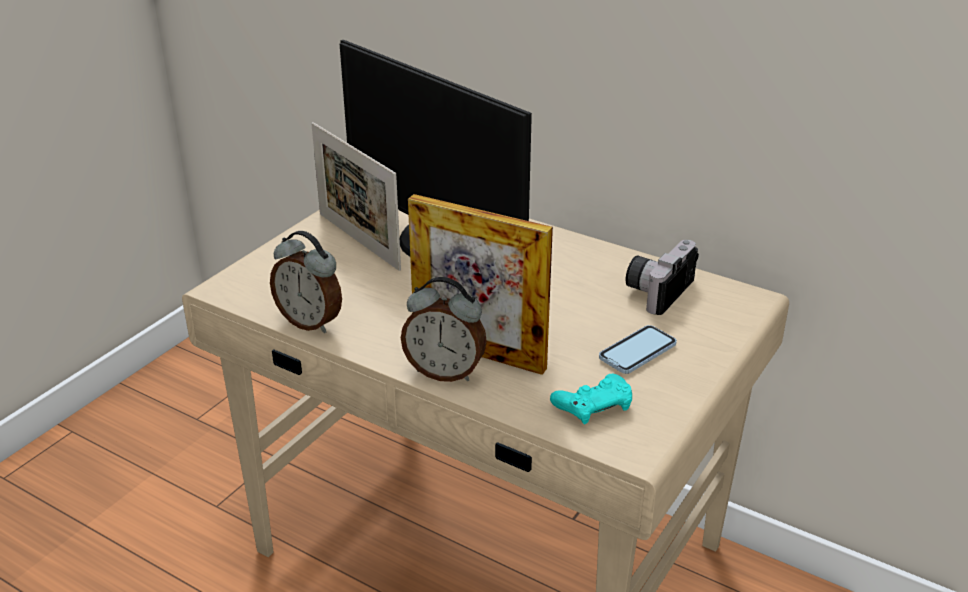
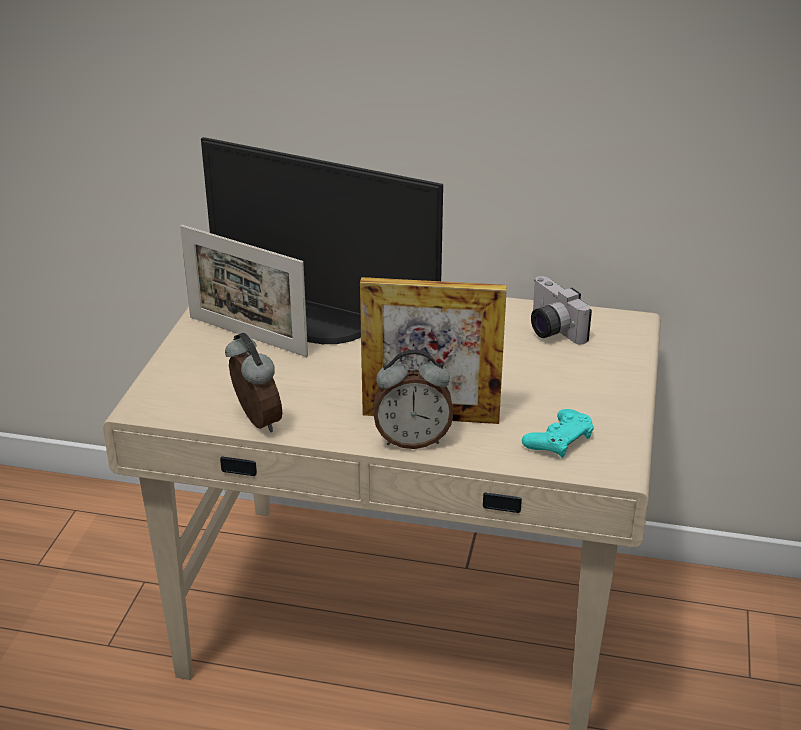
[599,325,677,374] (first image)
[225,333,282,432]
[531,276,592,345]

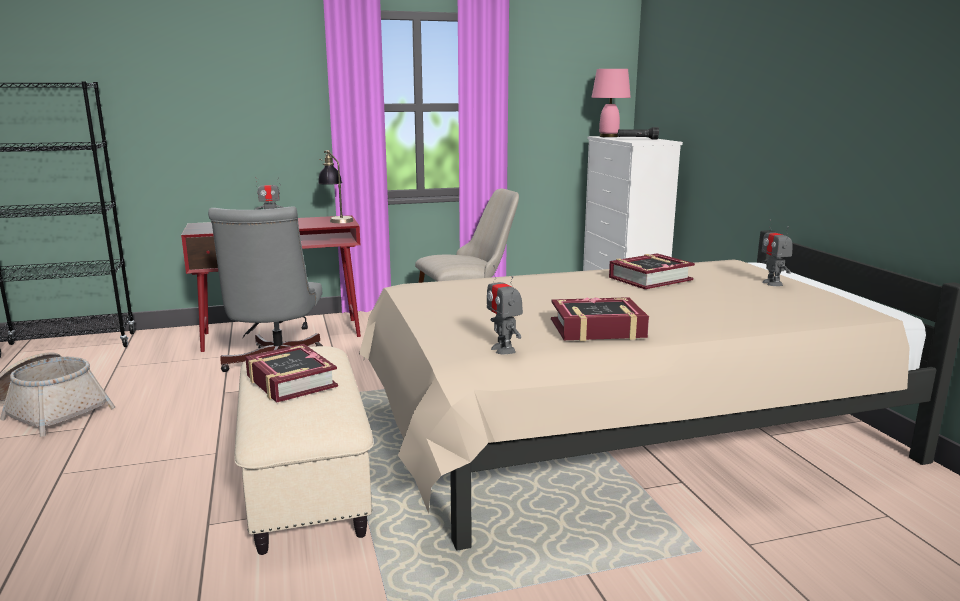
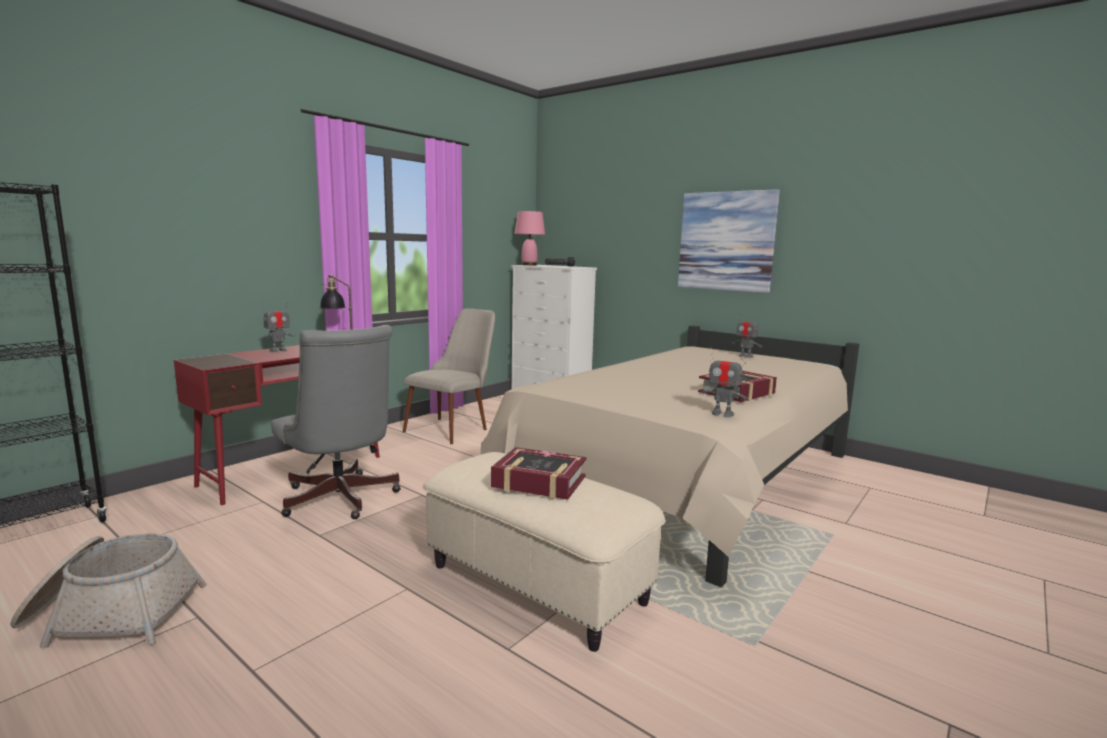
[609,253,695,289] (first image)
[678,189,780,293]

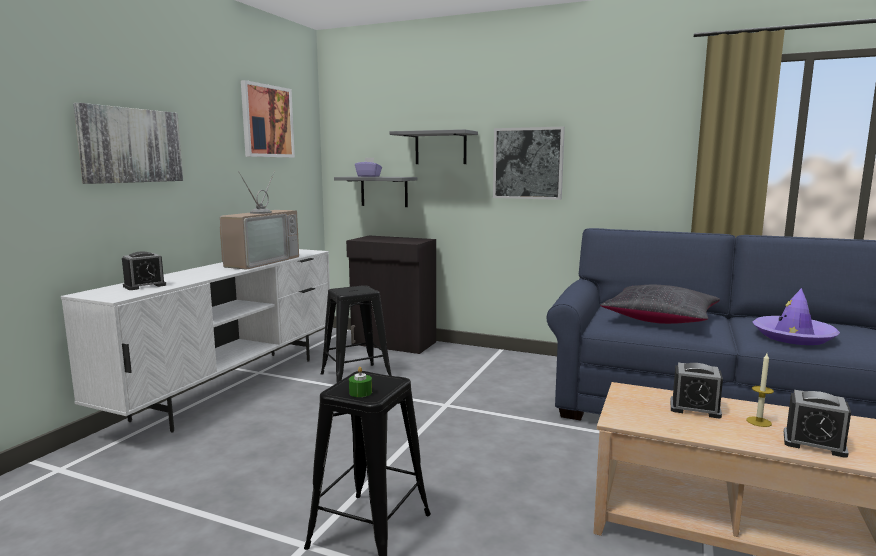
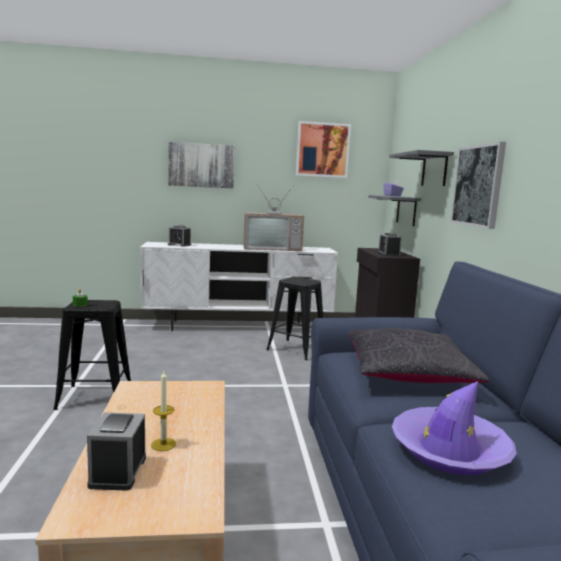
[378,233,402,257]

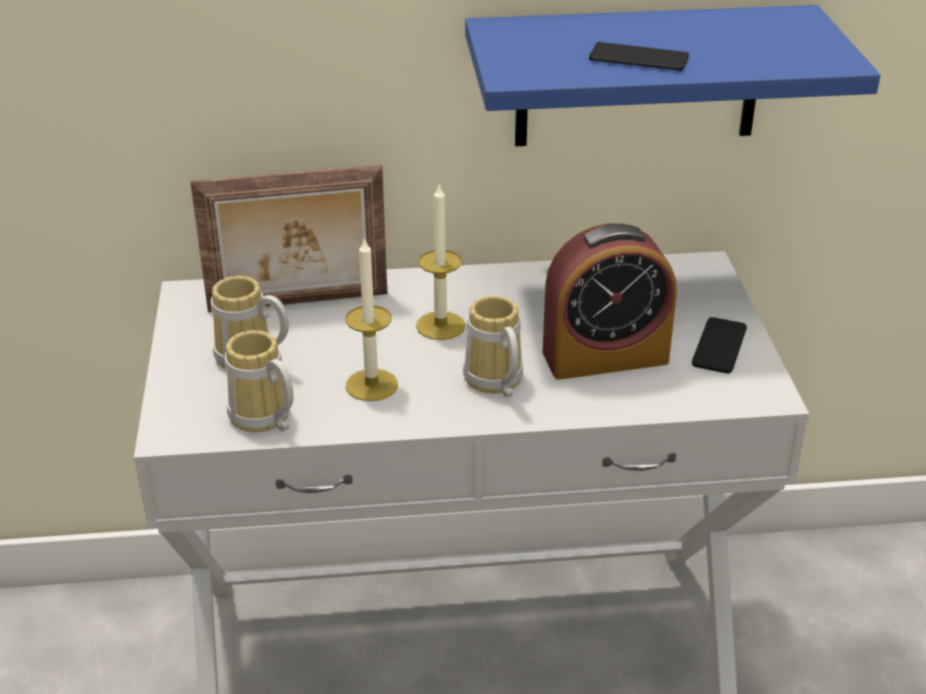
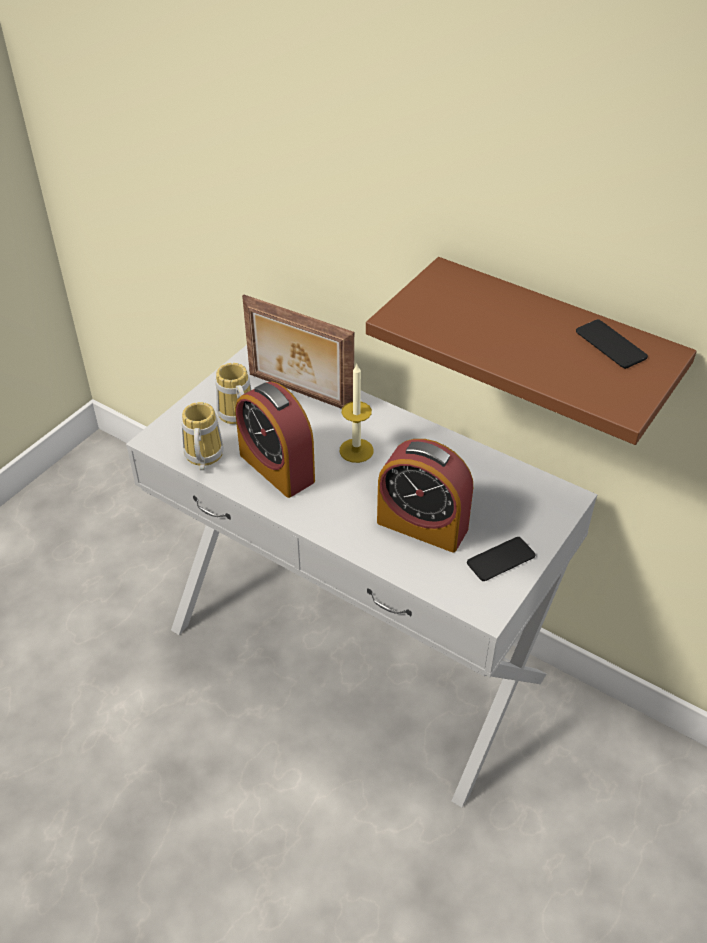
[463,295,523,397] (first image)
[576,319,648,369]
[235,382,315,498]
[366,257,697,445]

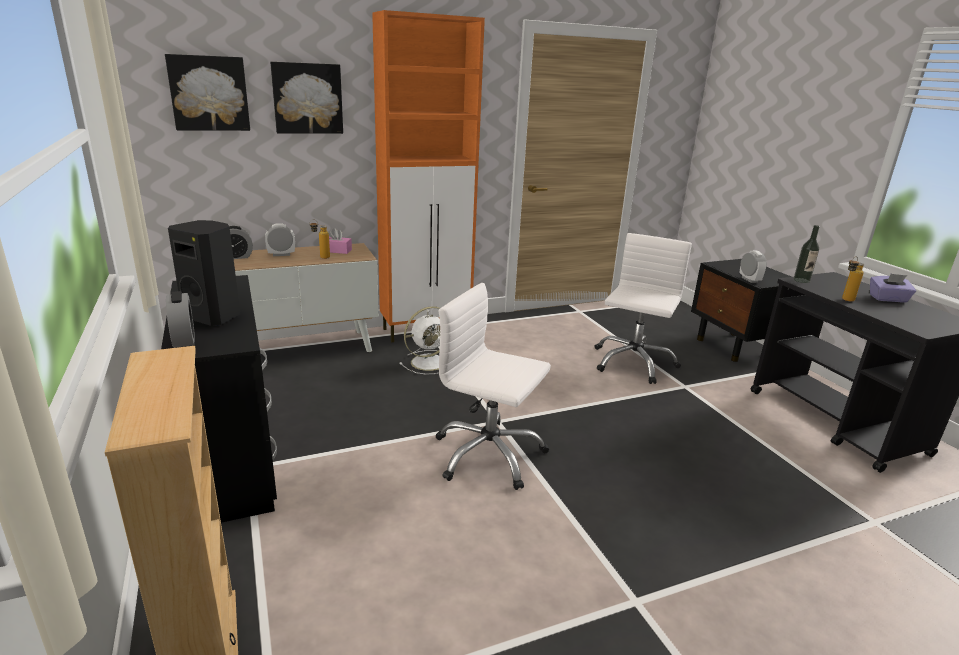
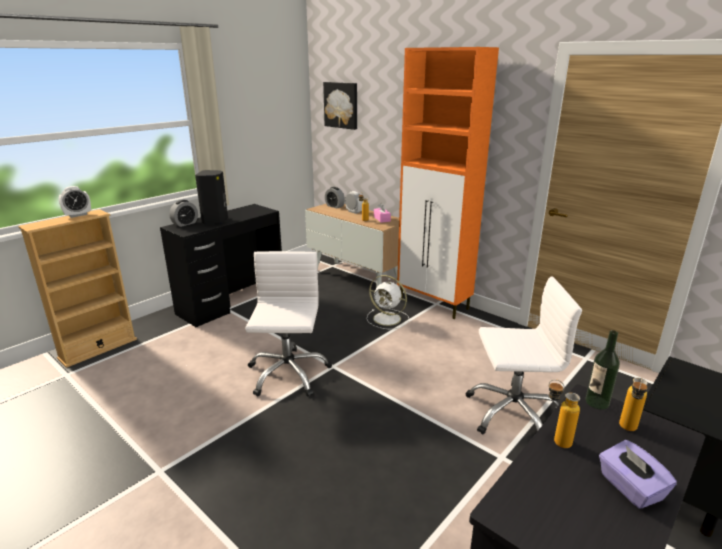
[270,62,343,134] (first image)
[619,378,648,431]
[59,186,91,218]

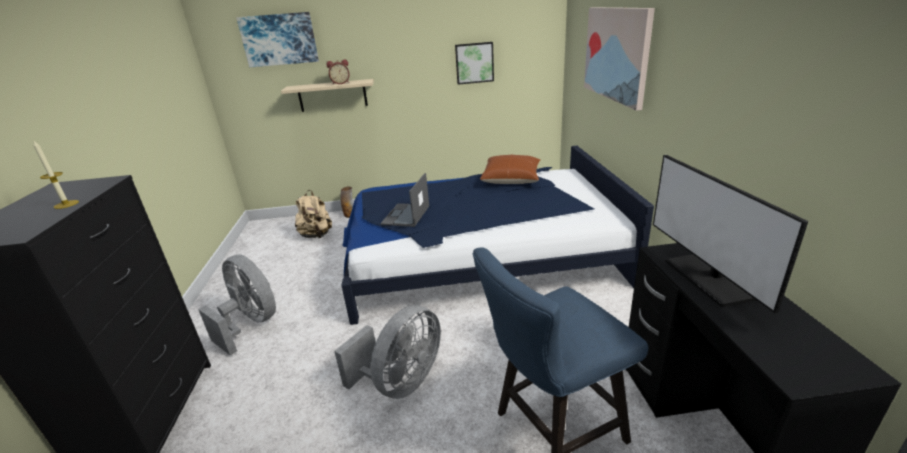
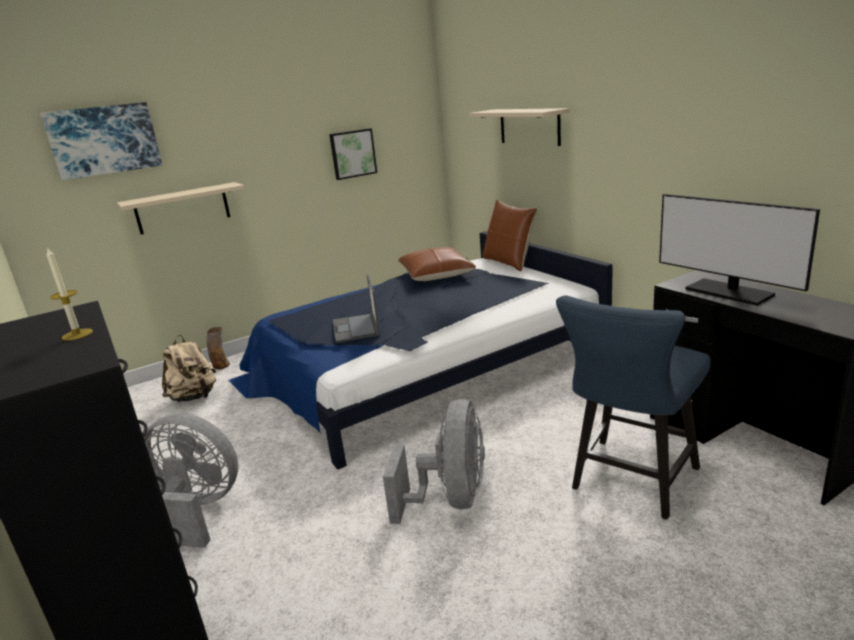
[326,59,350,85] (first image)
[483,200,537,271]
[469,108,570,146]

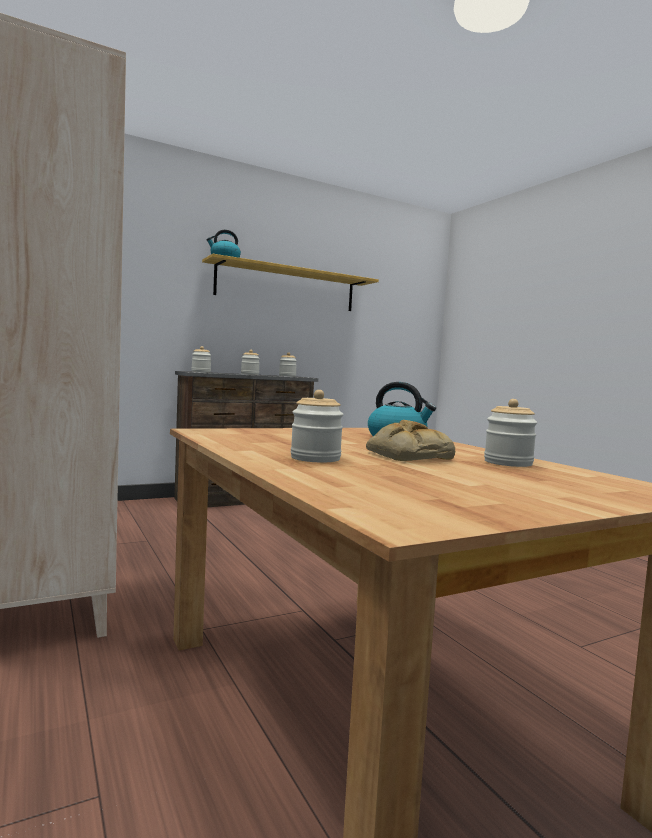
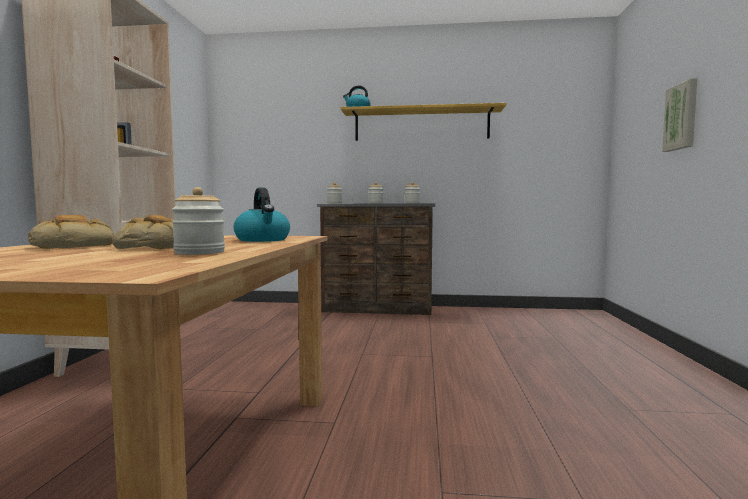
[662,78,697,152]
[28,215,114,249]

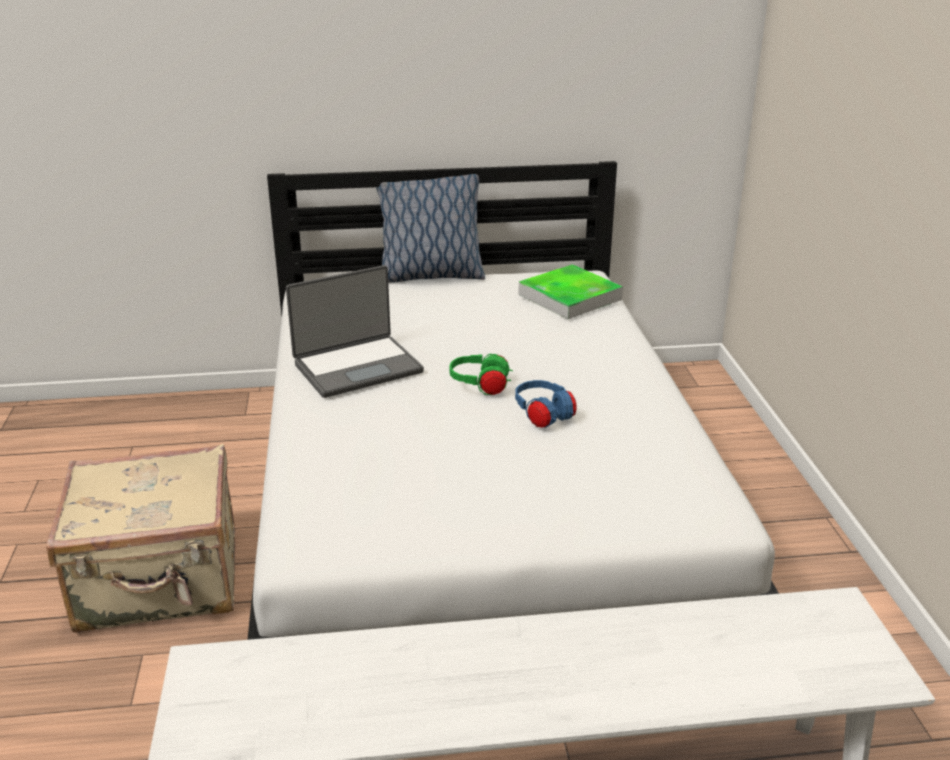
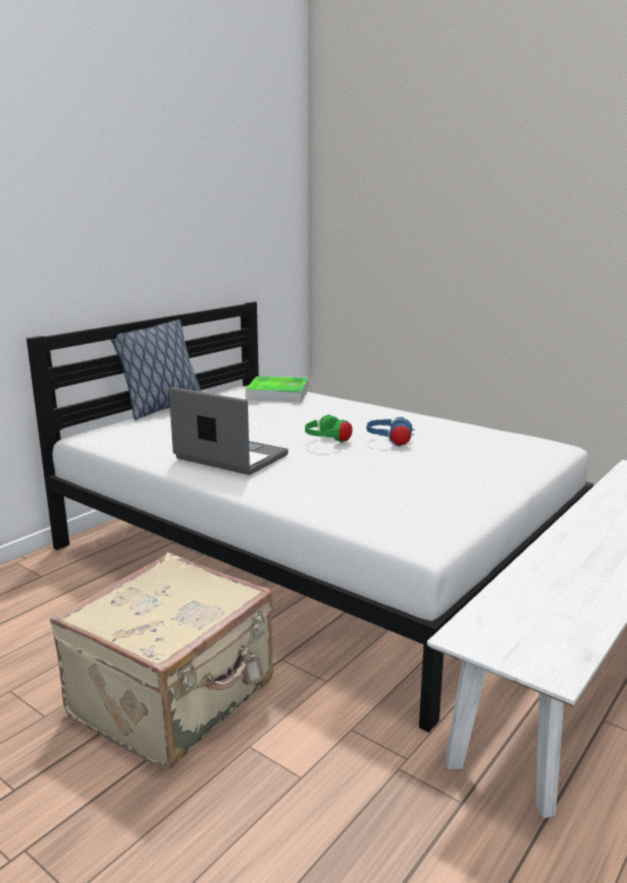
[169,387,288,475]

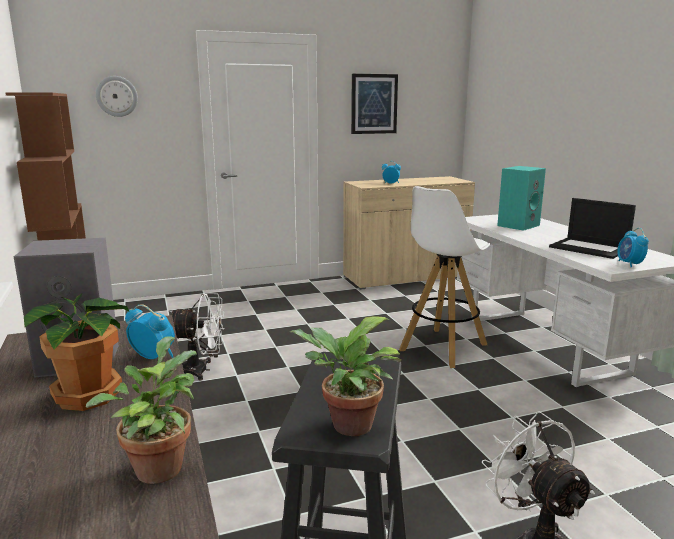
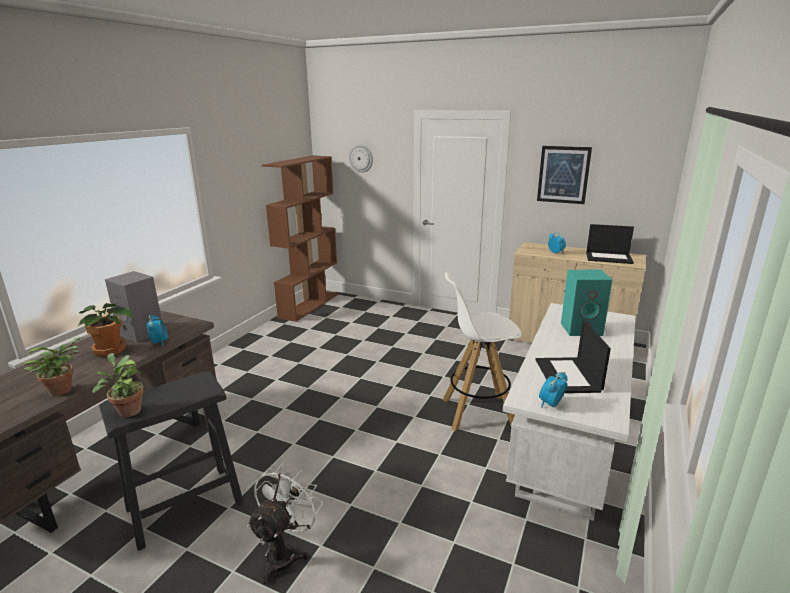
[170,293,224,381] (first image)
[586,224,634,264]

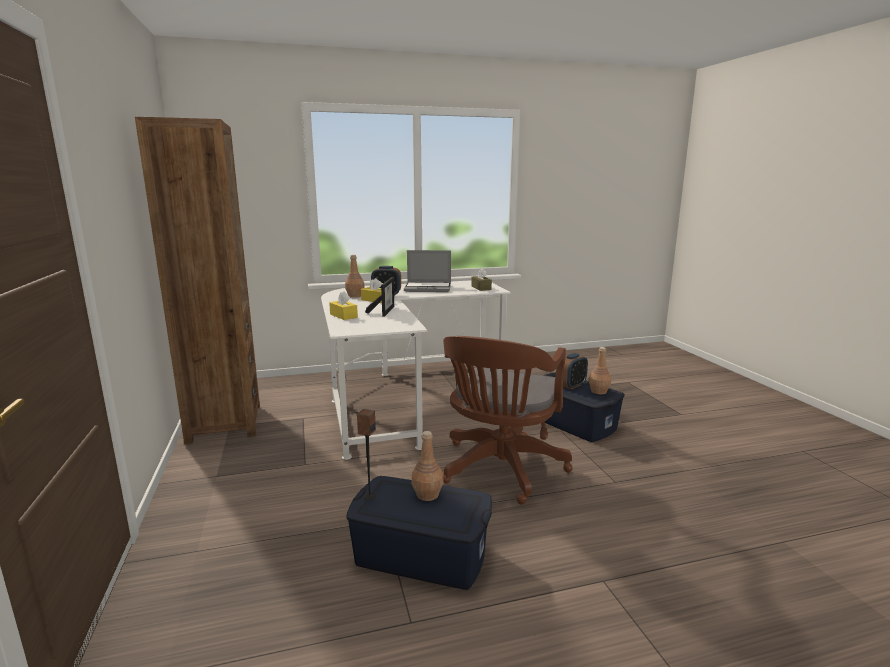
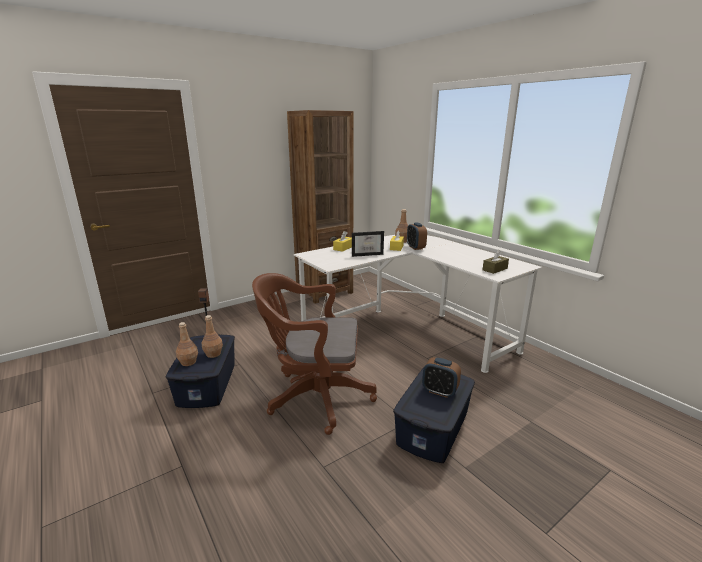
[404,250,451,292] (first image)
[176,322,198,366]

